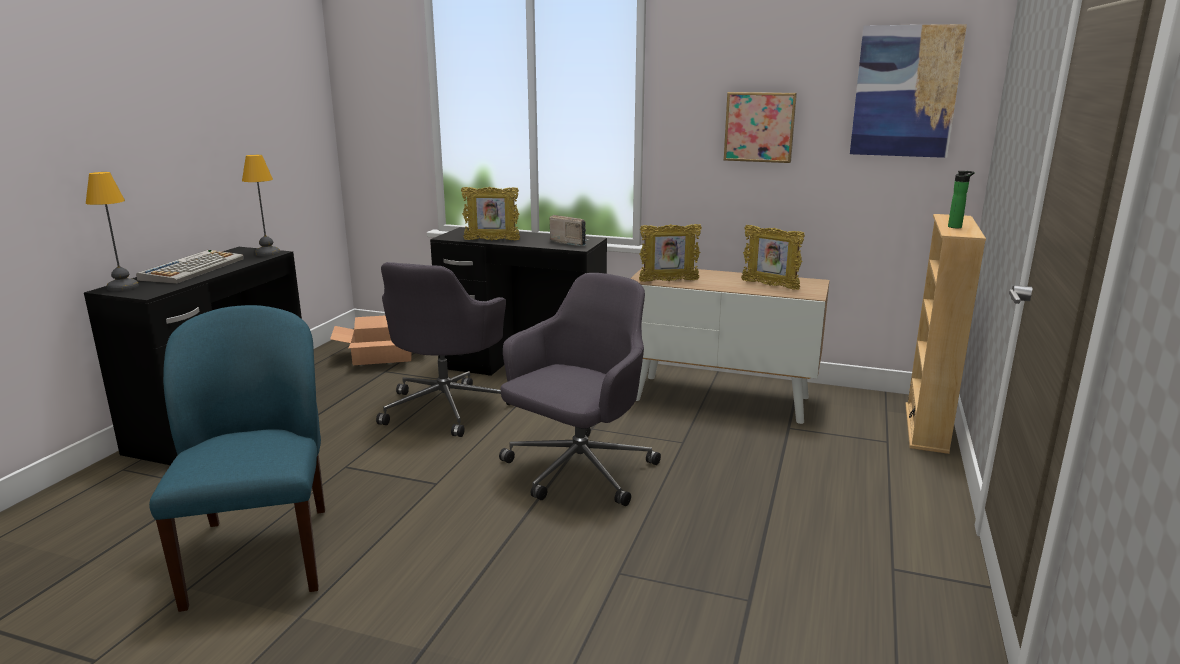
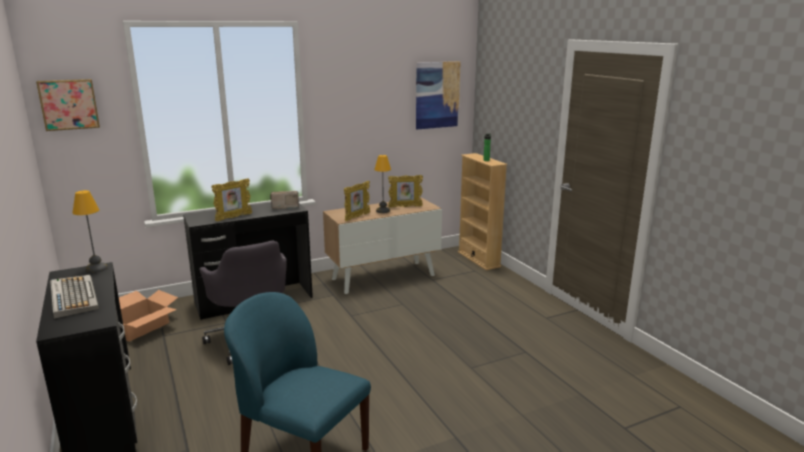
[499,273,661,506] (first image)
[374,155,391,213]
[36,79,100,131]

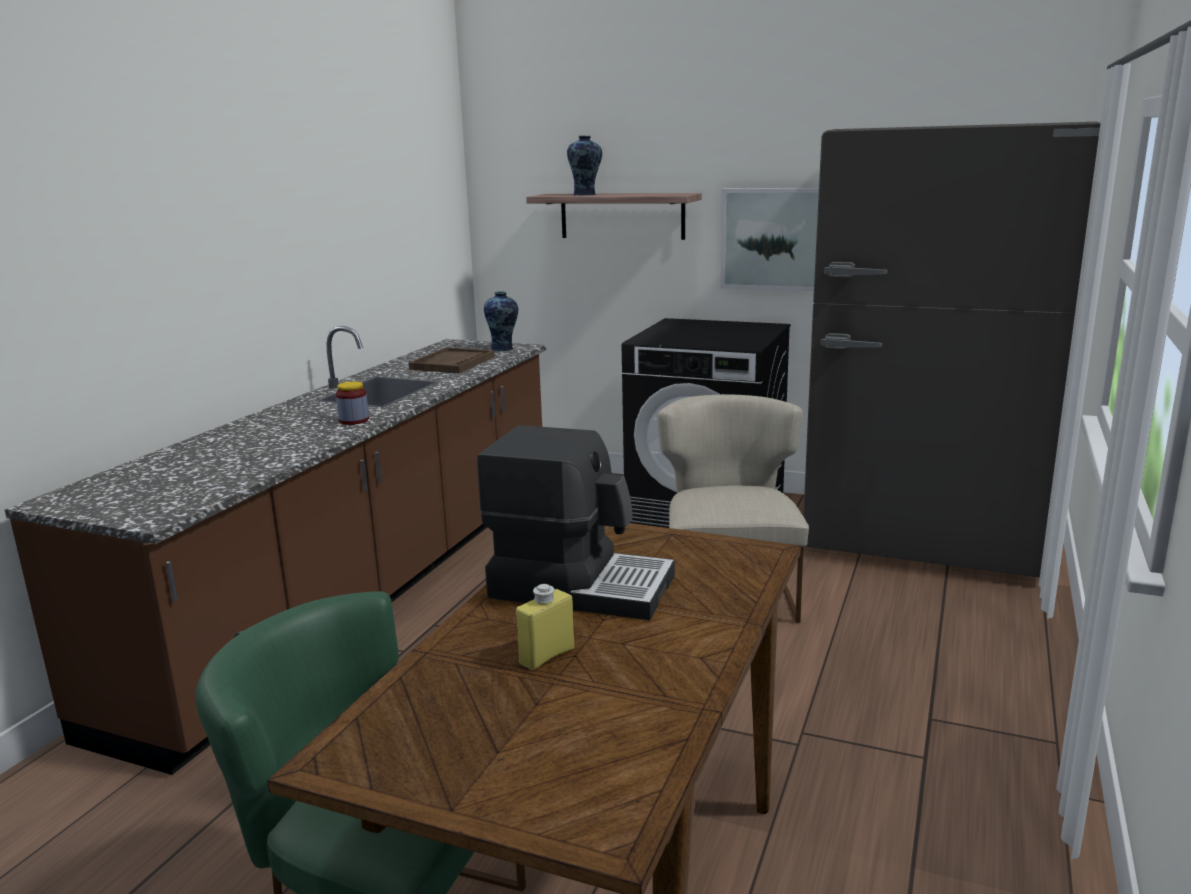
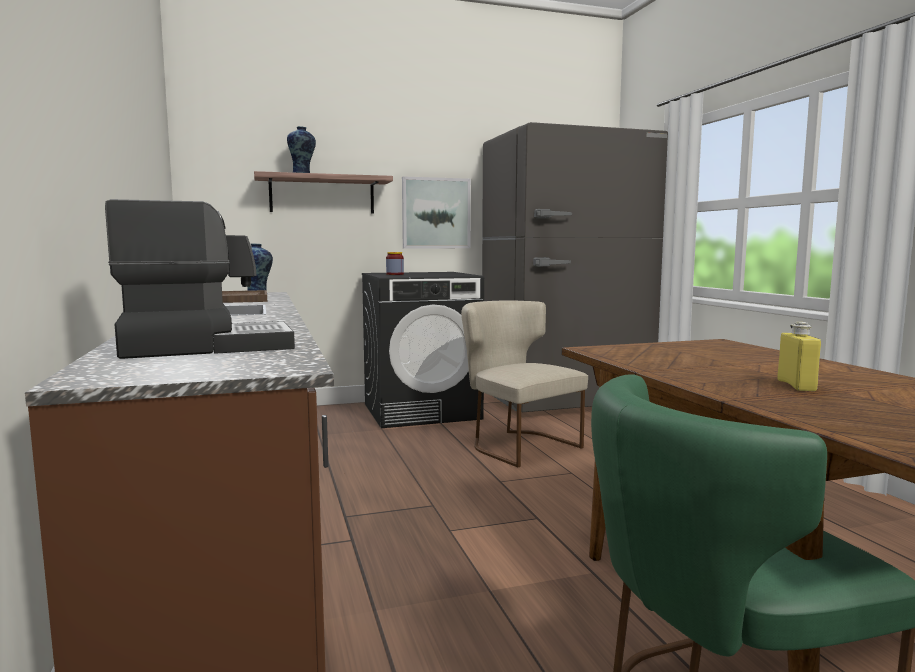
[386,252,404,275]
[105,199,295,359]

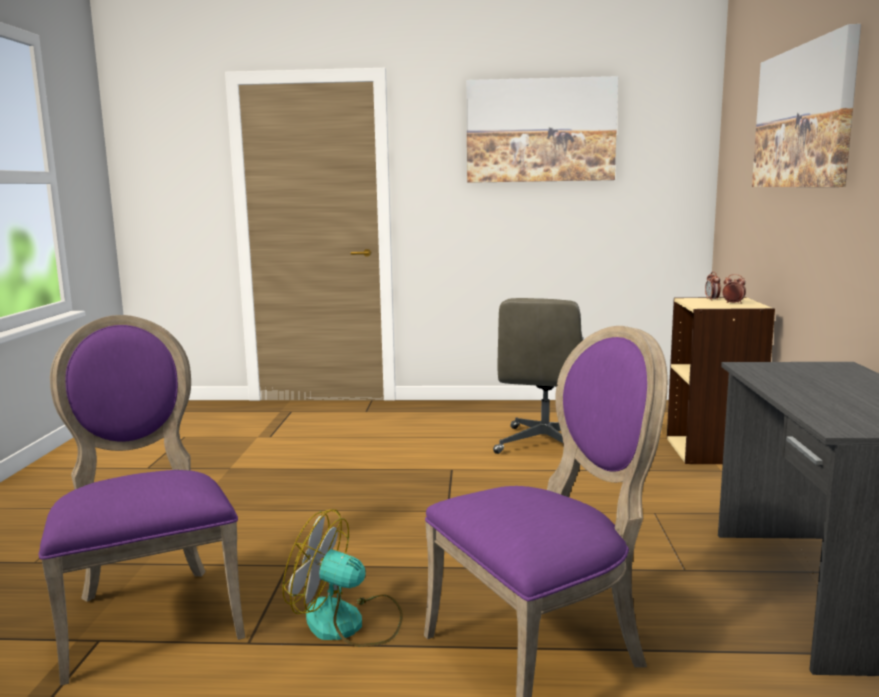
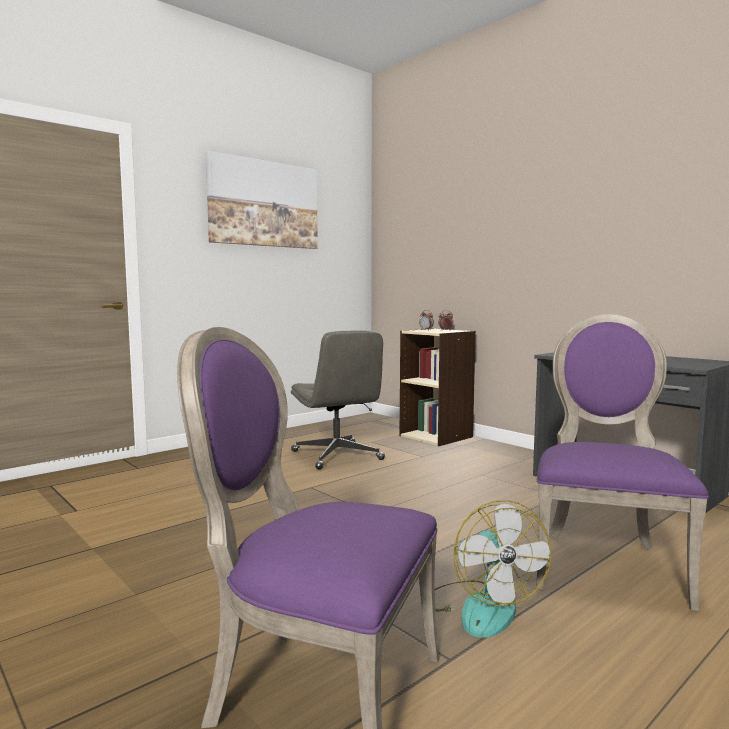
[752,24,861,187] (first image)
[435,500,551,638]

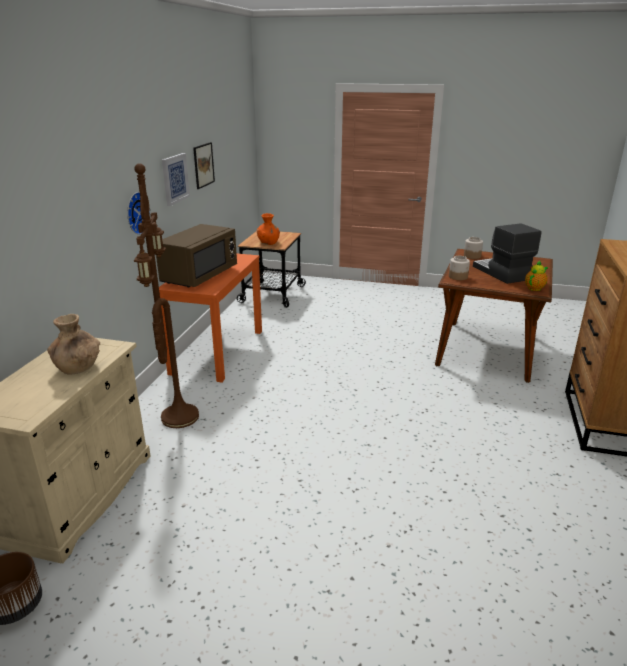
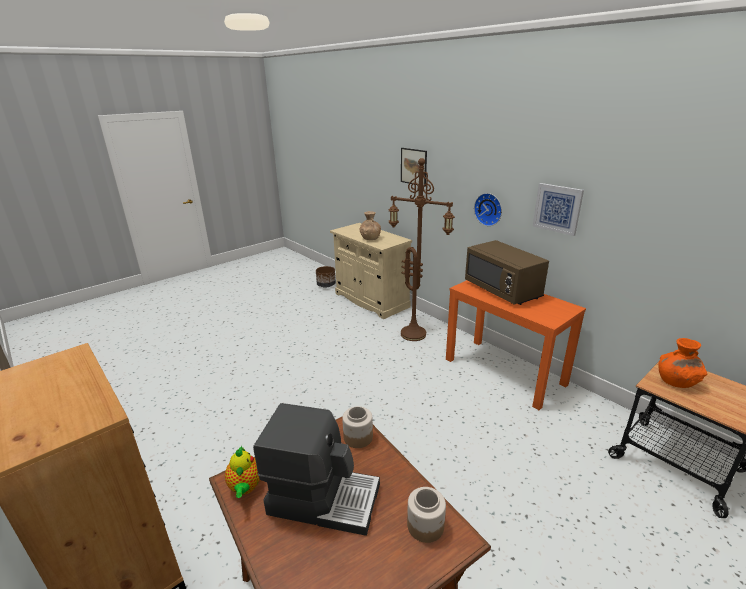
[401,148,427,187]

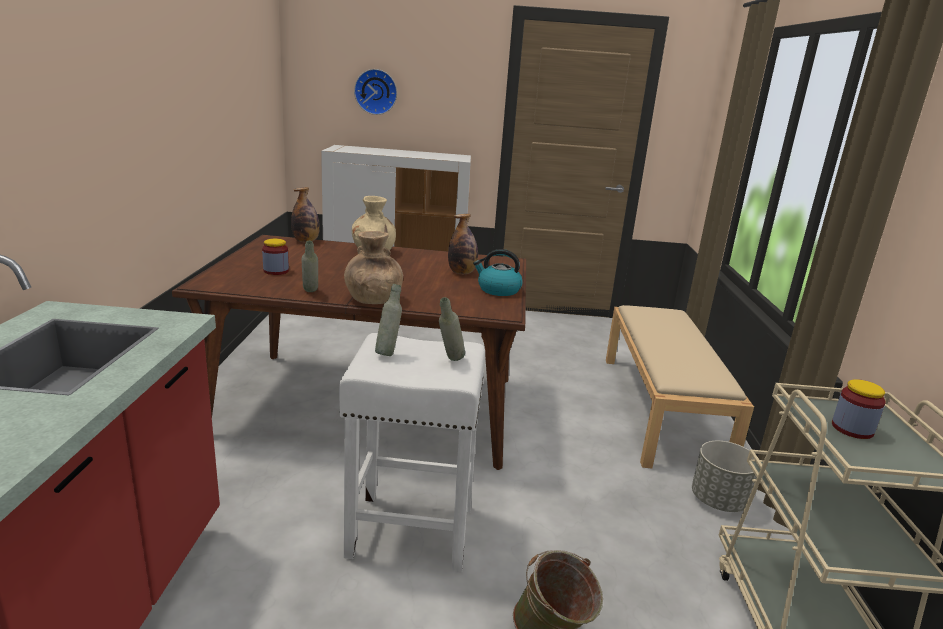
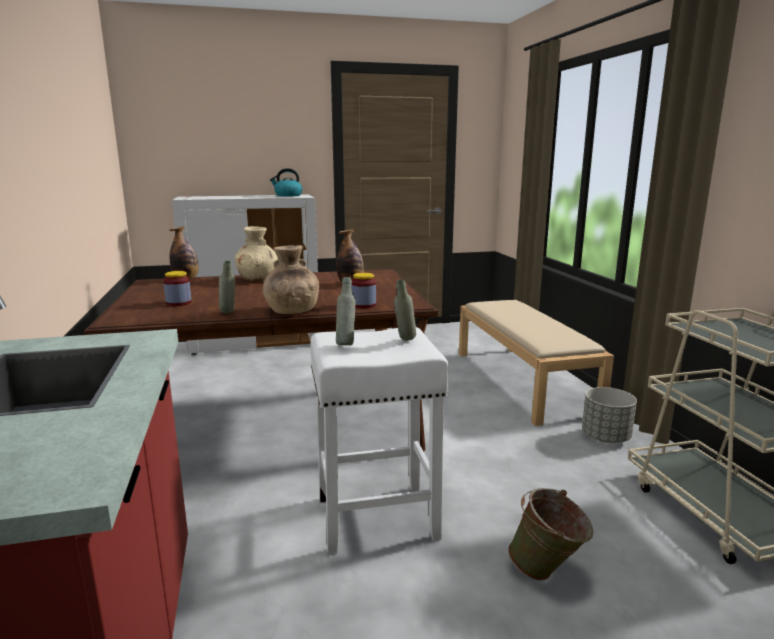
[354,69,397,115] (first image)
[270,168,303,196]
[351,273,376,308]

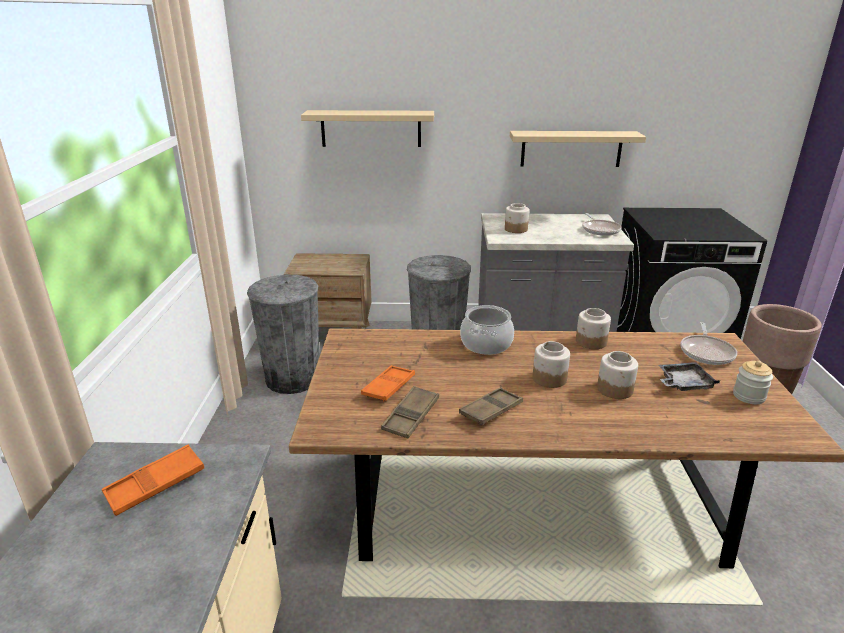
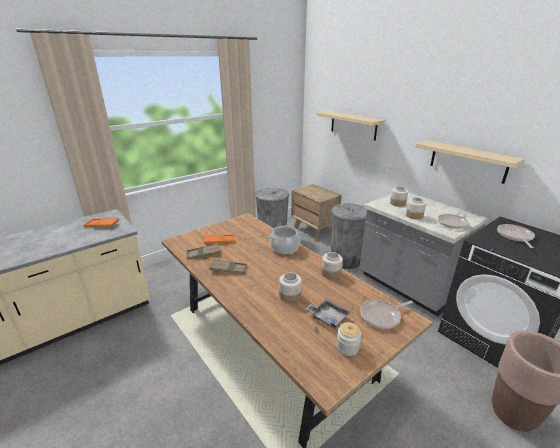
[497,224,535,248]
[406,197,426,220]

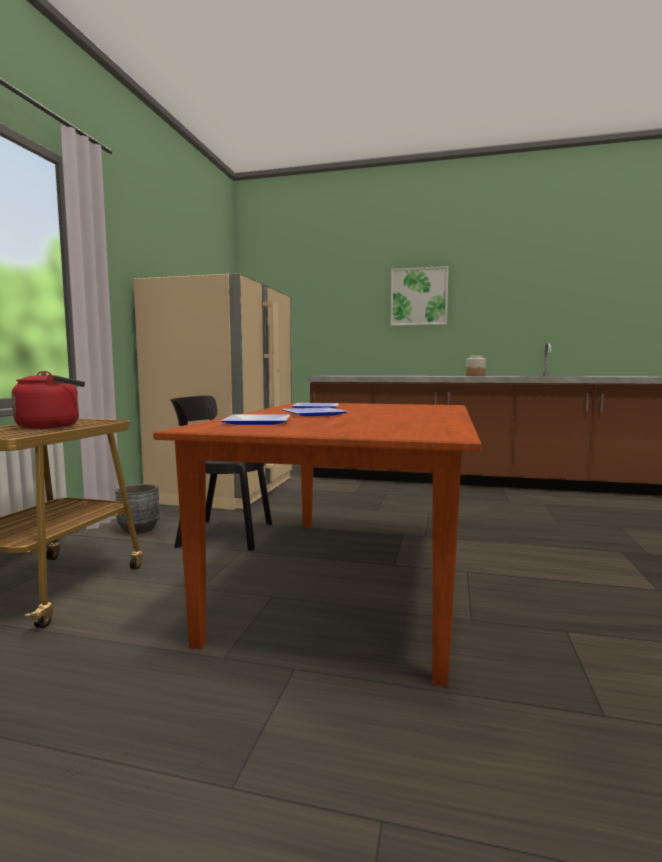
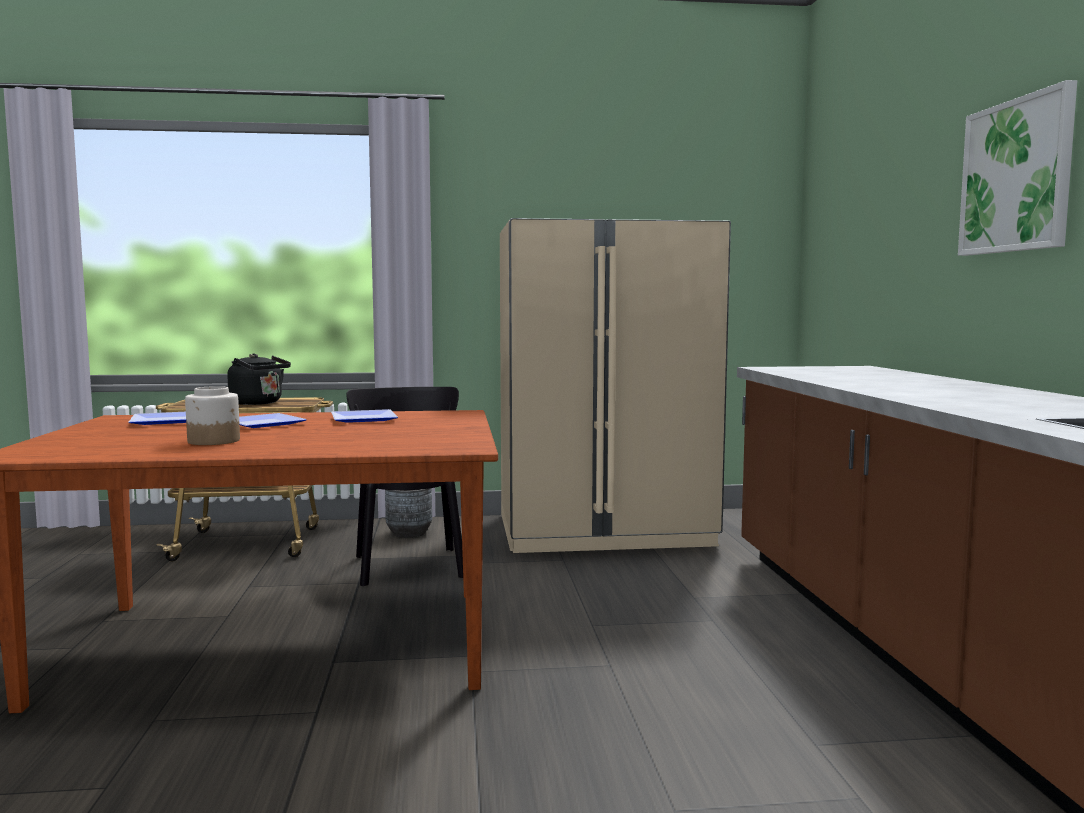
[185,386,240,445]
[227,354,291,405]

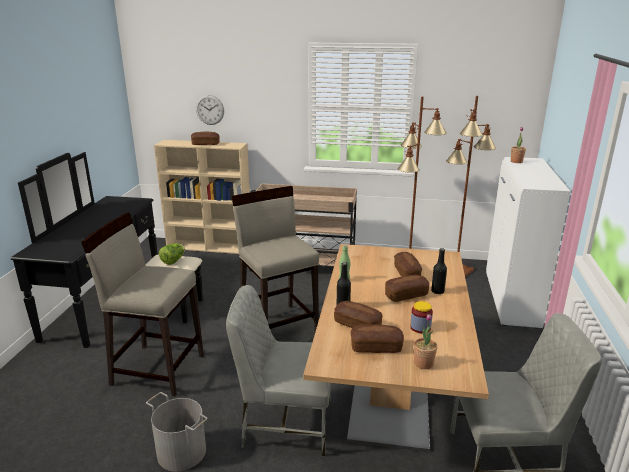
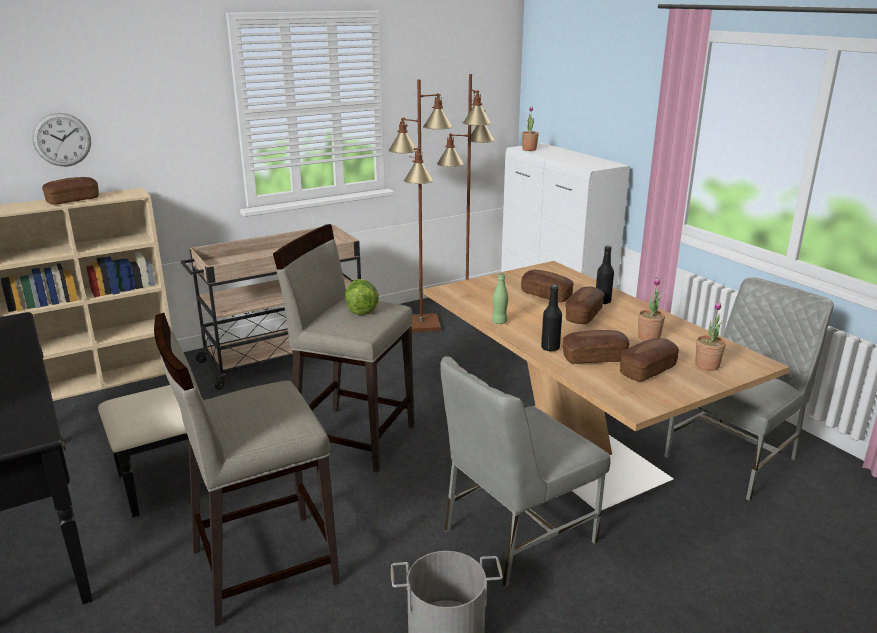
[345,279,379,315]
[638,278,665,341]

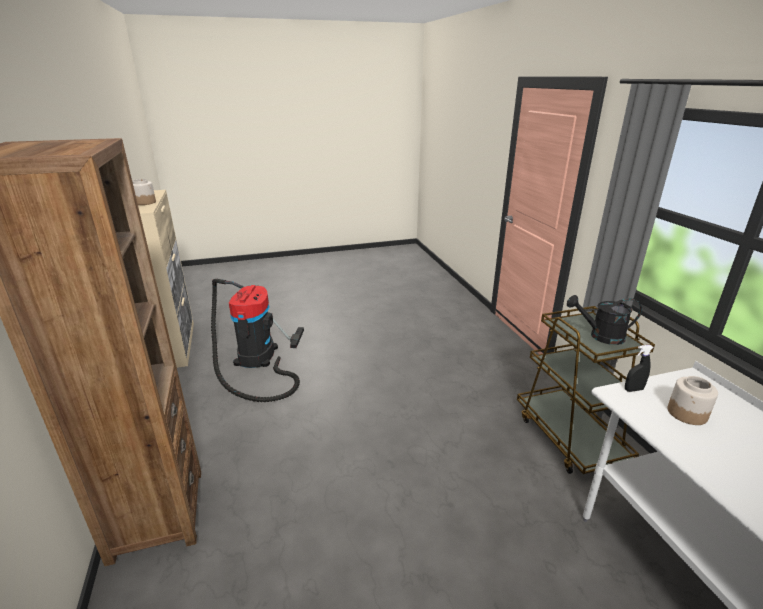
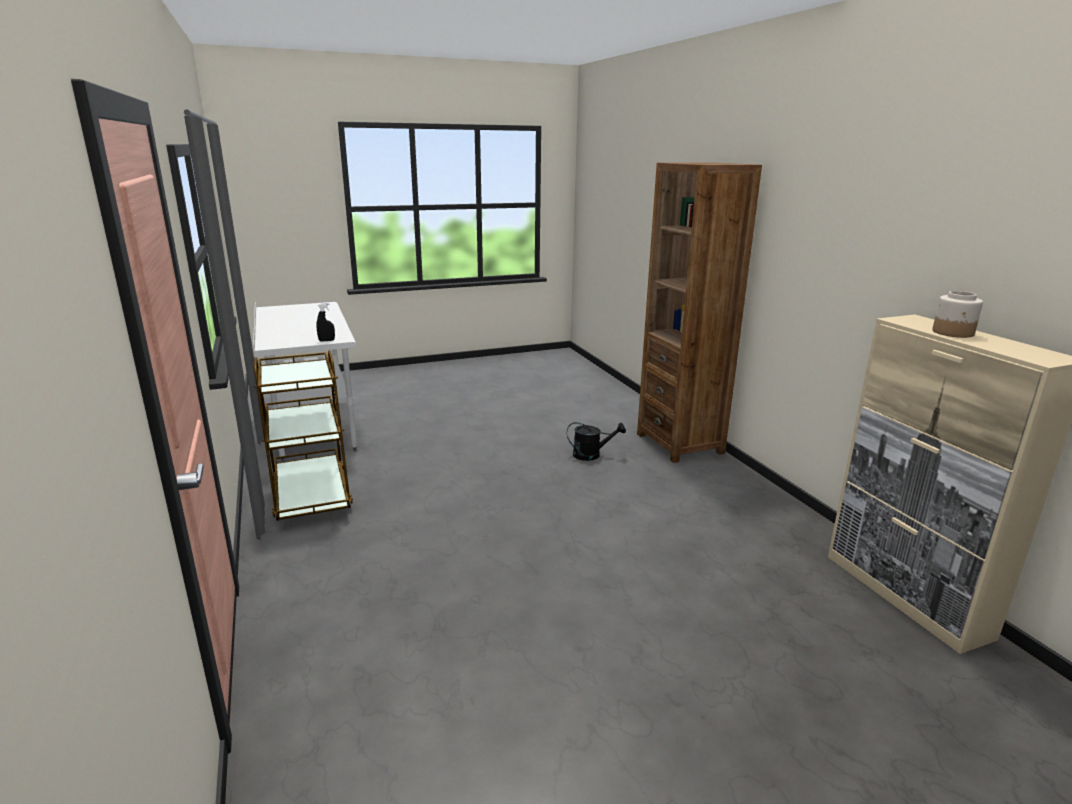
[211,279,304,402] (first image)
[668,376,718,425] (first image)
[567,422,626,461]

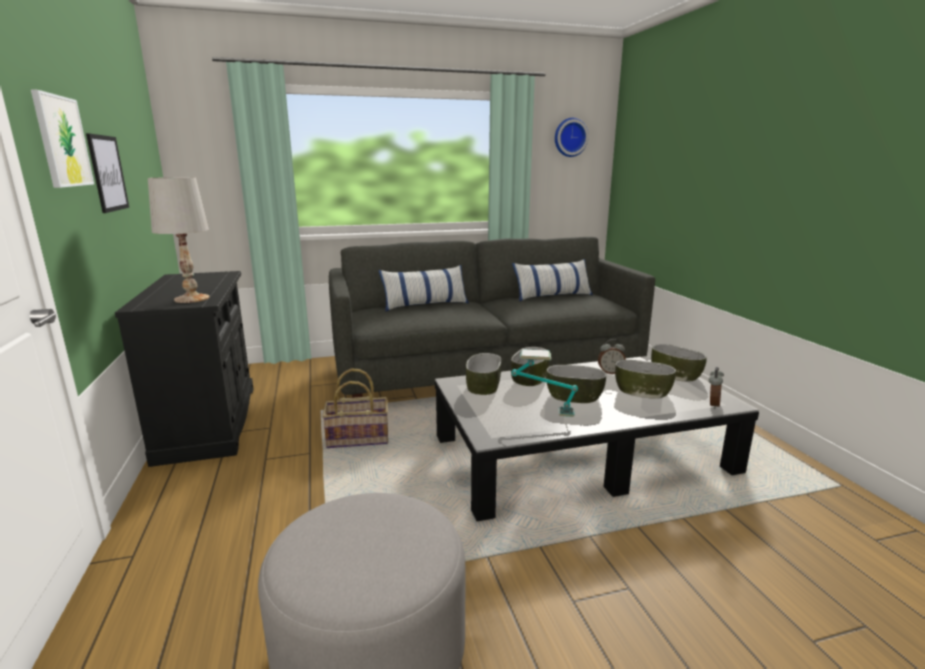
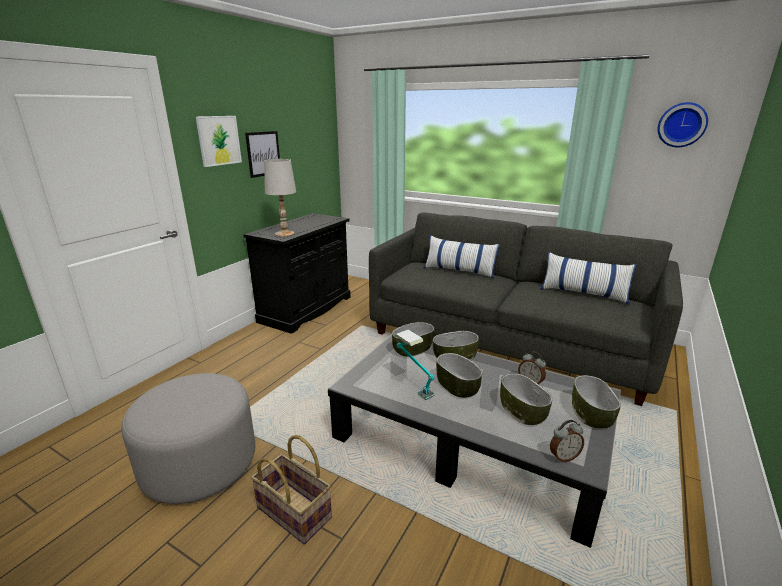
[251,435,332,544]

